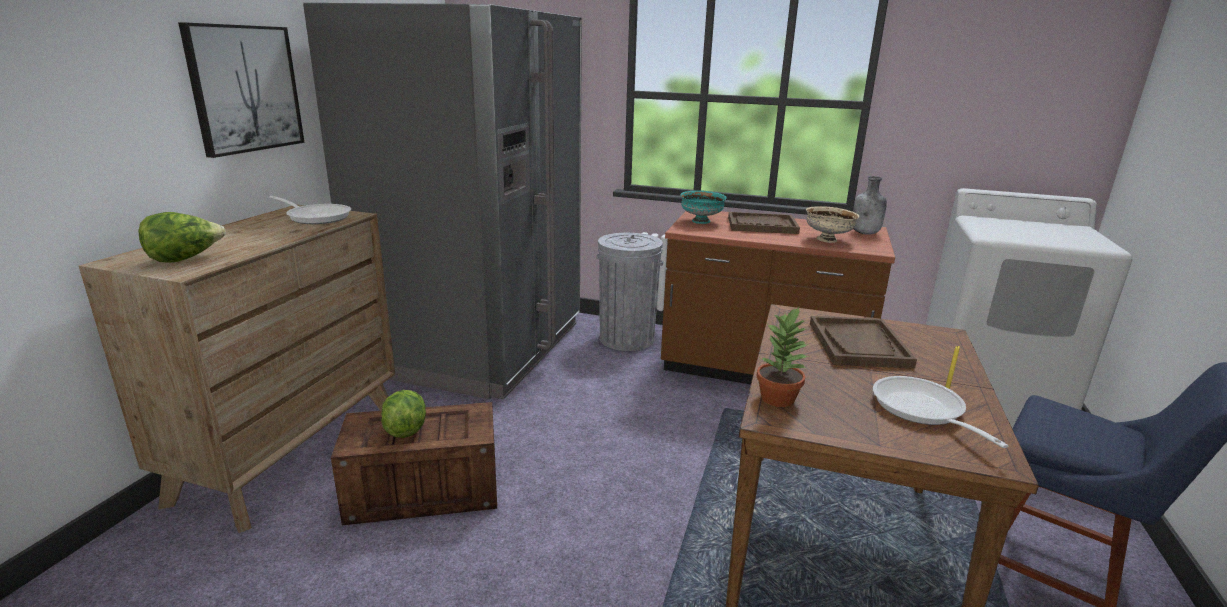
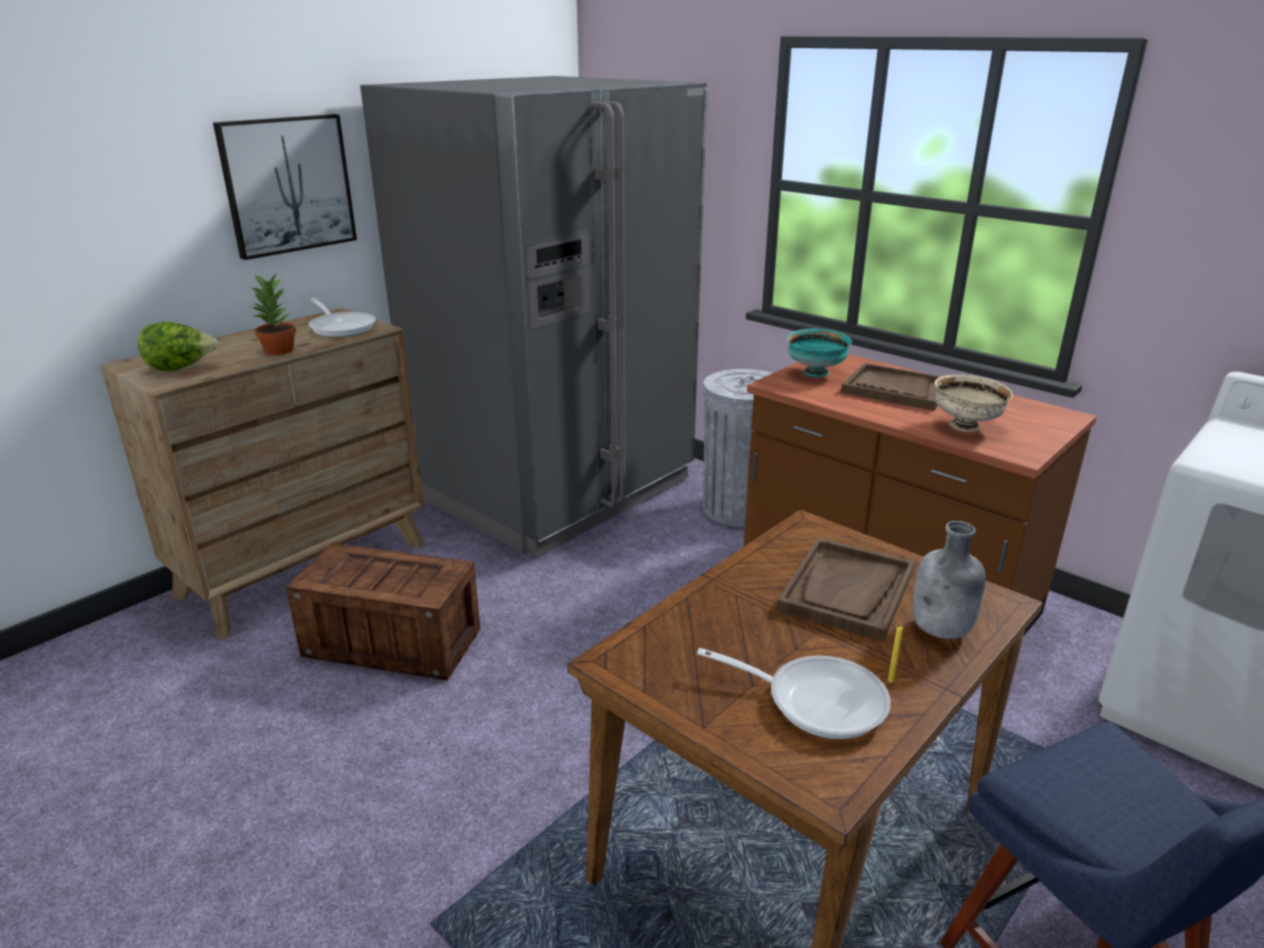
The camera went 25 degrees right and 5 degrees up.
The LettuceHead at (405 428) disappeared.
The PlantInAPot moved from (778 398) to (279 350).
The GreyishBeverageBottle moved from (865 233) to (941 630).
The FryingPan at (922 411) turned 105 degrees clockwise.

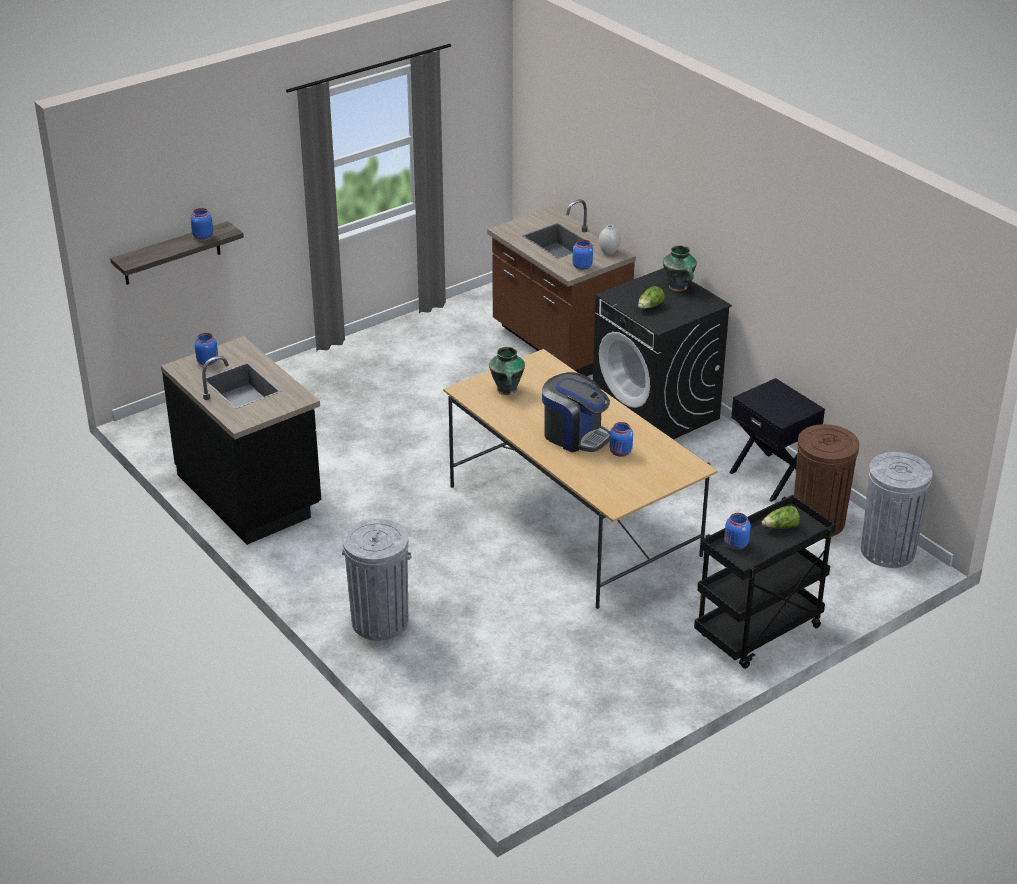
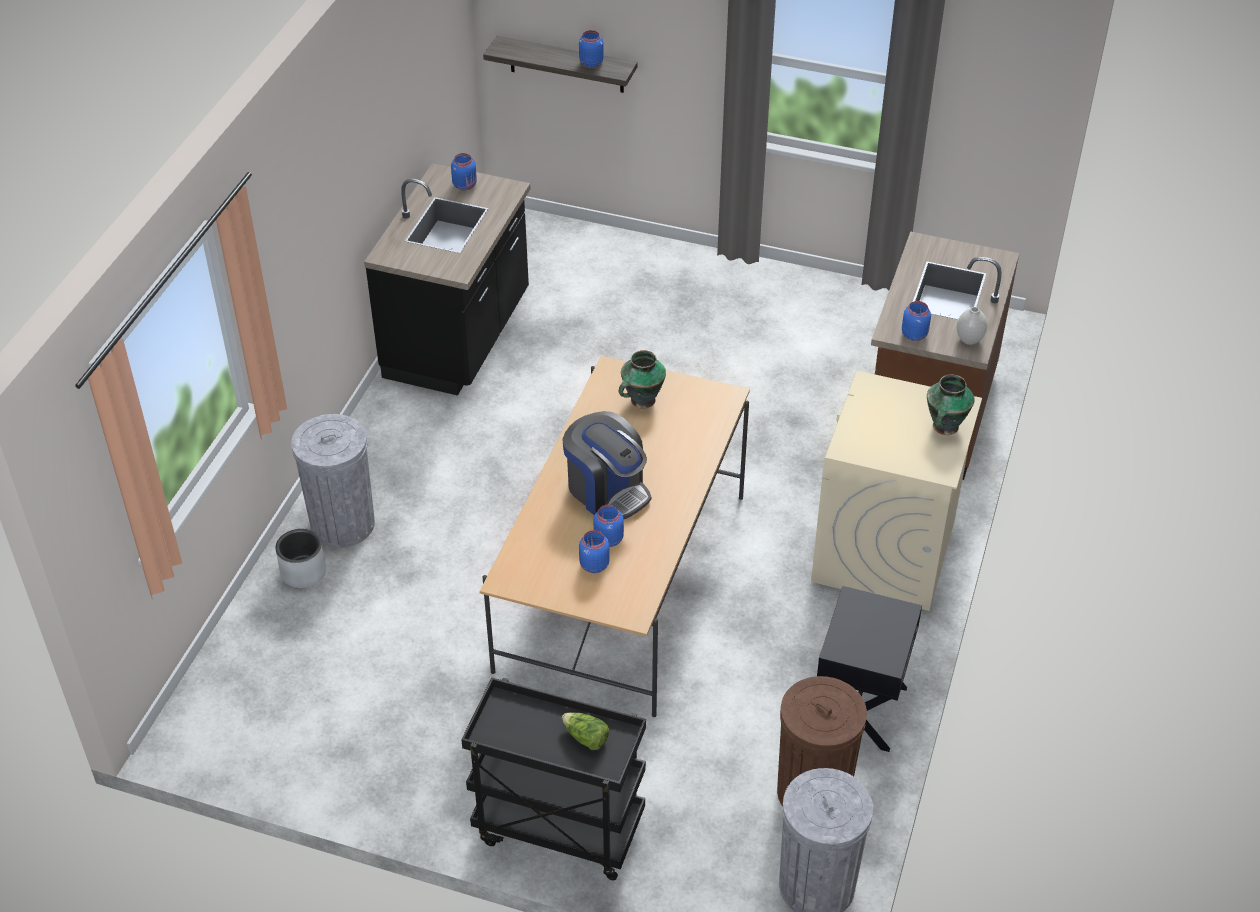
The camera went 55 degrees right and 10 degrees up.
The CoffeeMachine at (575 435) turned 45 degrees counterclockwise.
The BlackWashingMachine at (656 412) became the BeigeColouredWashingMachine at (884 552).
The LettuceHead at (650 307) disappeared.
The BlueColouredStorageJar moved from (735 545) to (593 565).
The GreyishFlowerPot at (303 572) appeared.

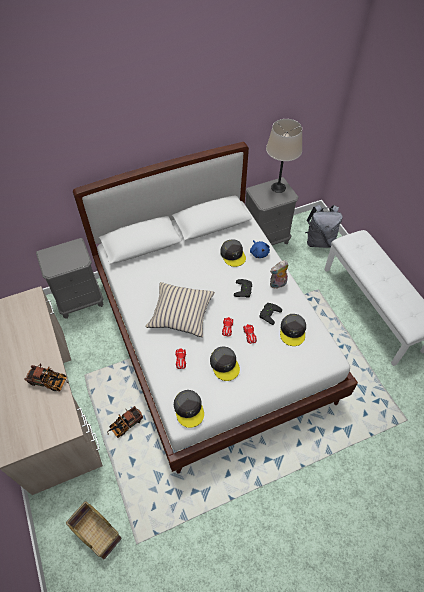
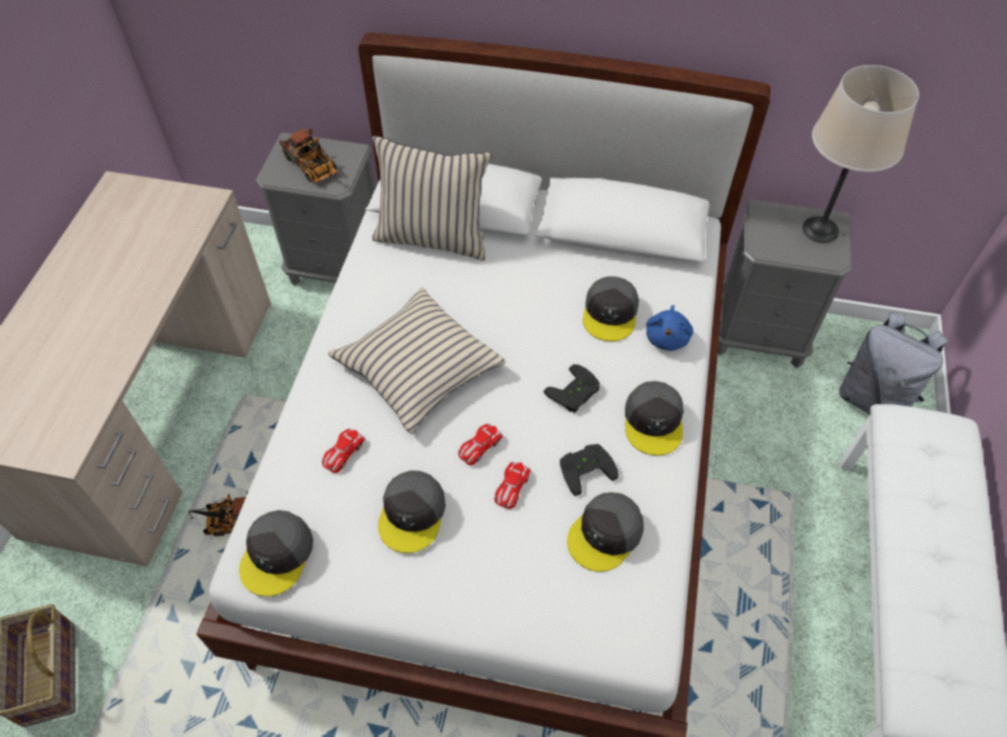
The camera went 35 degrees right and 0 degrees up.
The ModelTruck moved from (50 382) to (312 168).
The PlushToy at (278 284) was replaced by the GreyishCap at (654 421).
The BeigeColouredThrowPillow at (433 237) appeared.

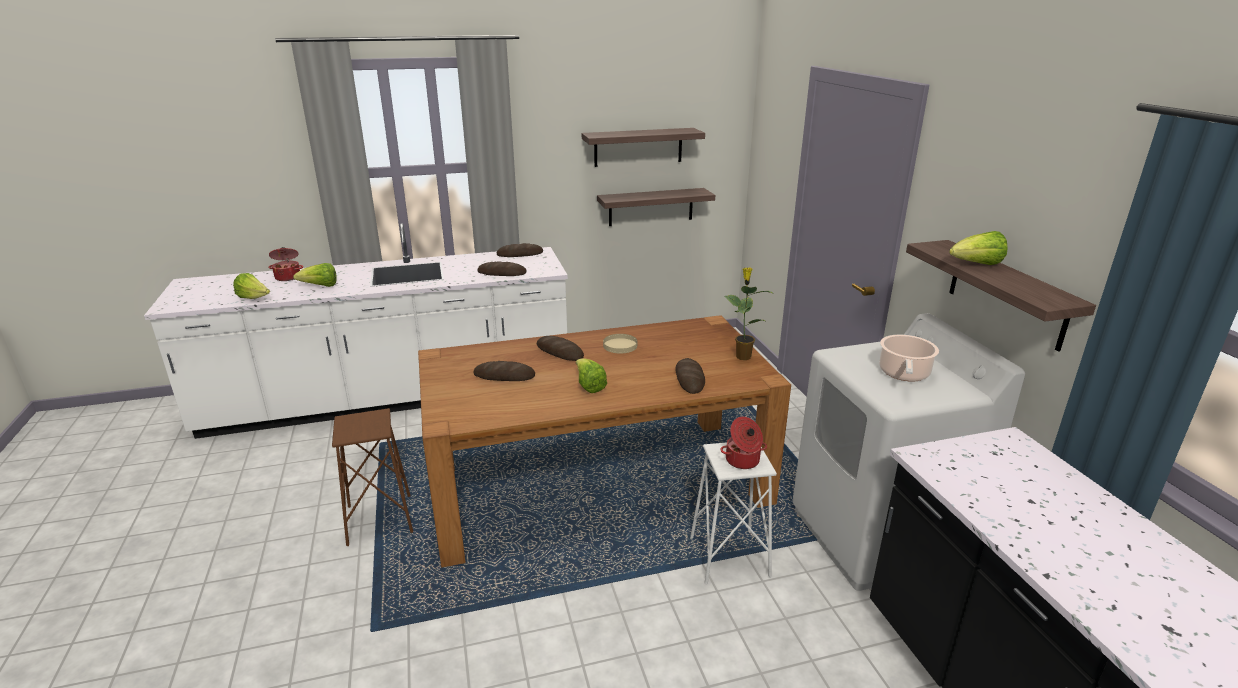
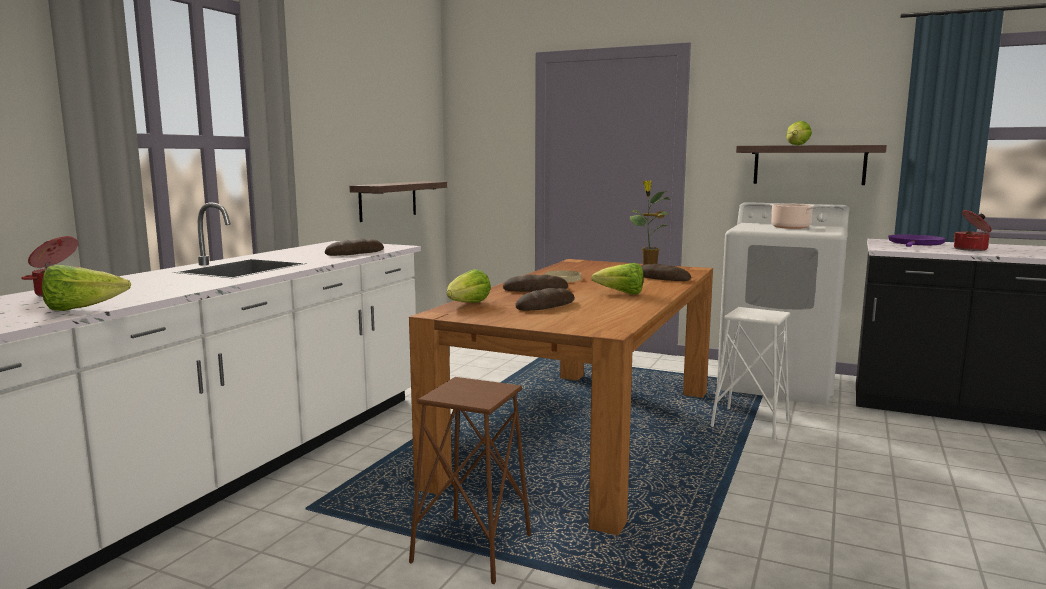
The camera went 50 degrees left and 15 degrees down.
The LettuceHead moved from (320 286) to (468 304).
The BakeryBread at (520 254) disappeared.
The WallShelf at (638 147) disappeared.
The Saucepot moved from (742 461) to (971 249).
The PurplishFryingPan at (915 244) appeared.

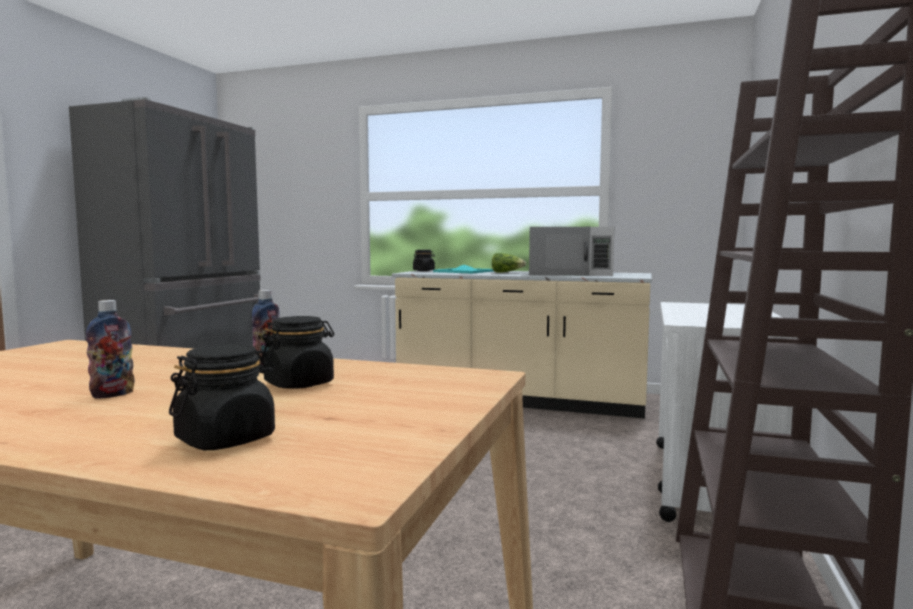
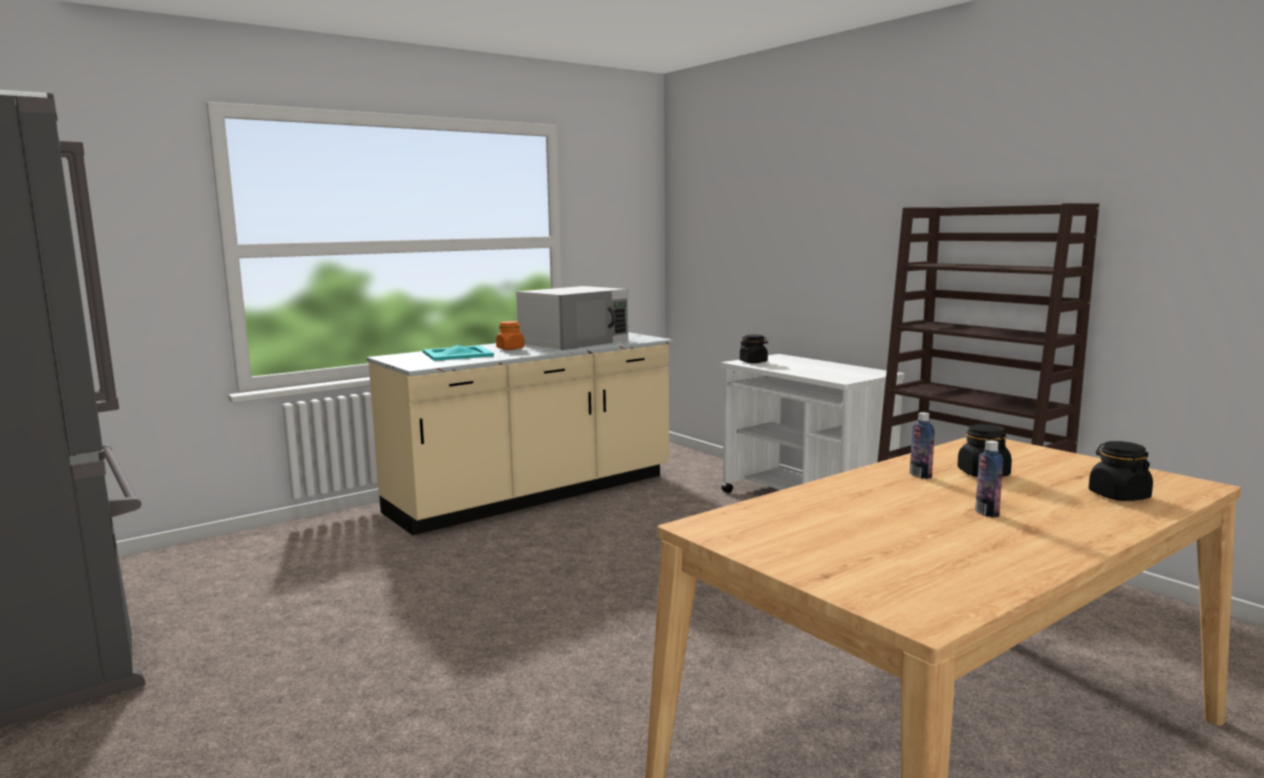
The camera went 55 degrees left and 5 degrees up.
The BlackStorageJar moved from (424 270) to (753 362).
The LettuceHead at (506 272) was replaced by the OrangeStorageJar at (510 349).

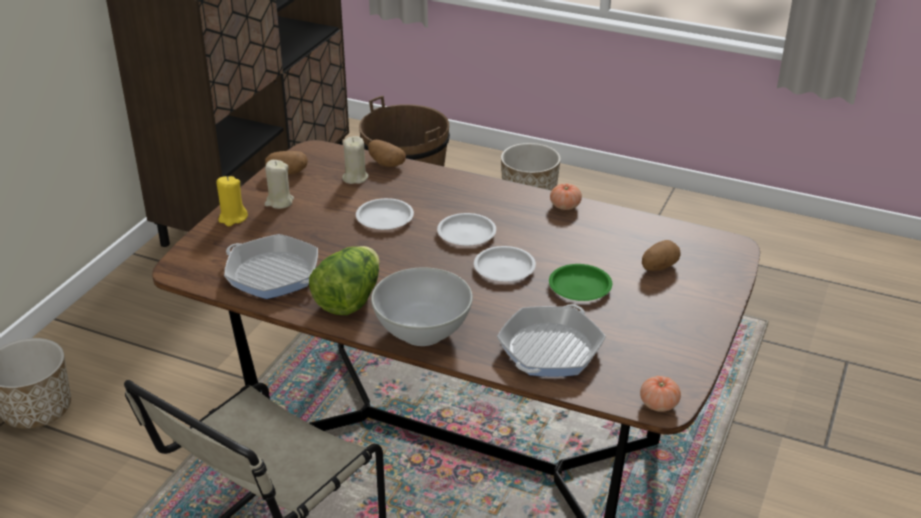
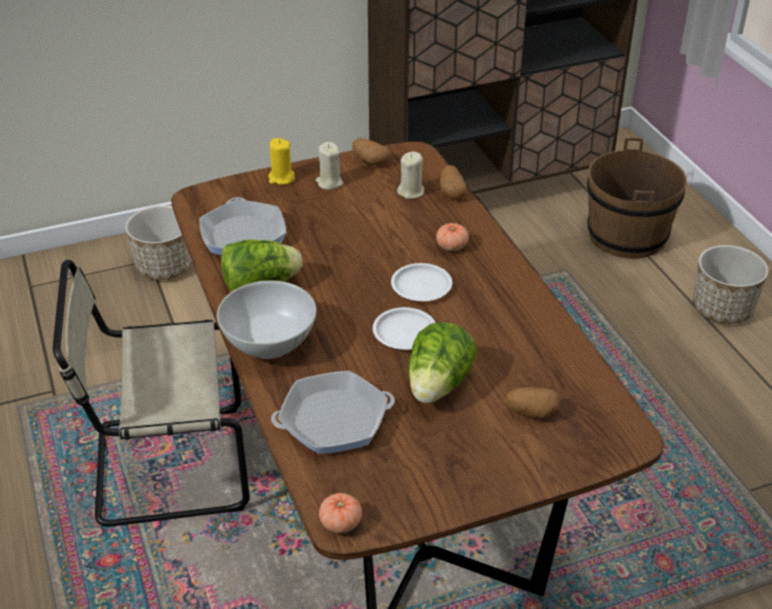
The camera went 45 degrees right and 5 degrees up.
The WhitishFlatDish at (384 218) disappeared.
The GreenFlatDish at (580 286) was replaced by the LettuceHead at (438 386).
The FreshTomato moved from (565 206) to (451 246).

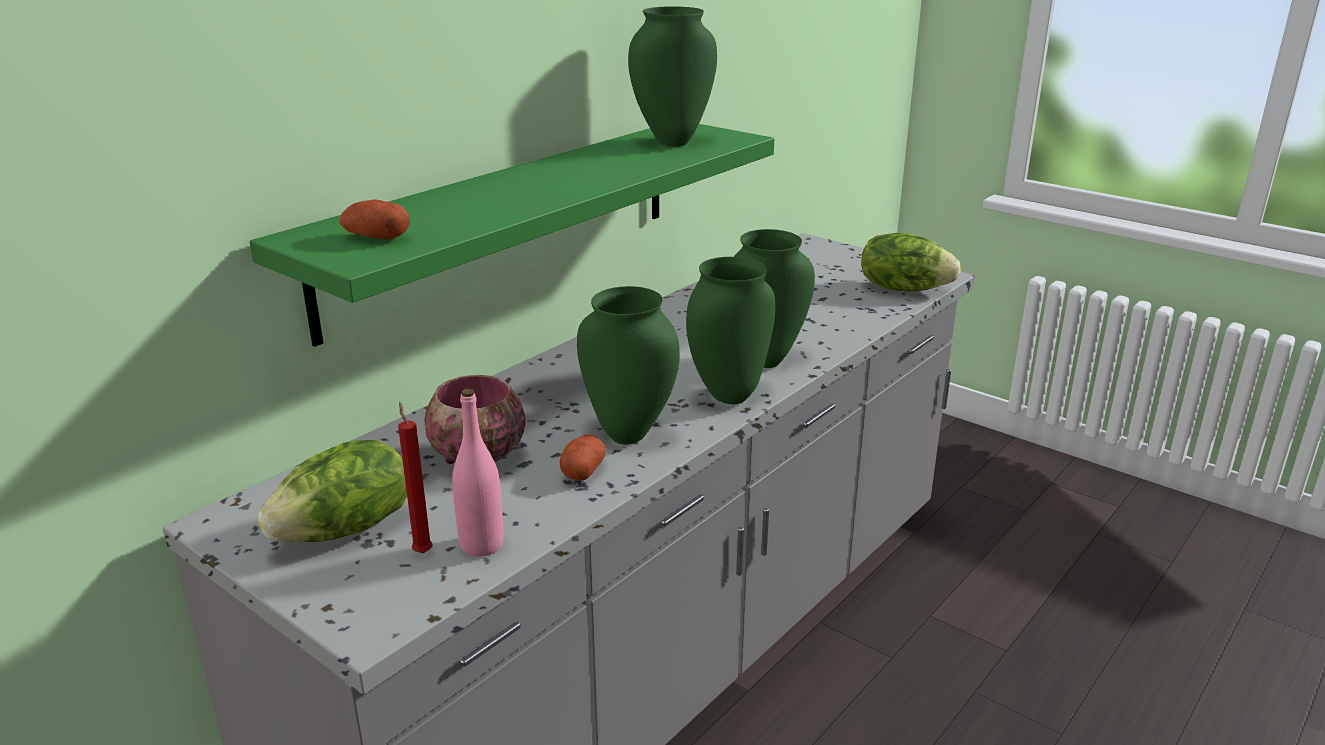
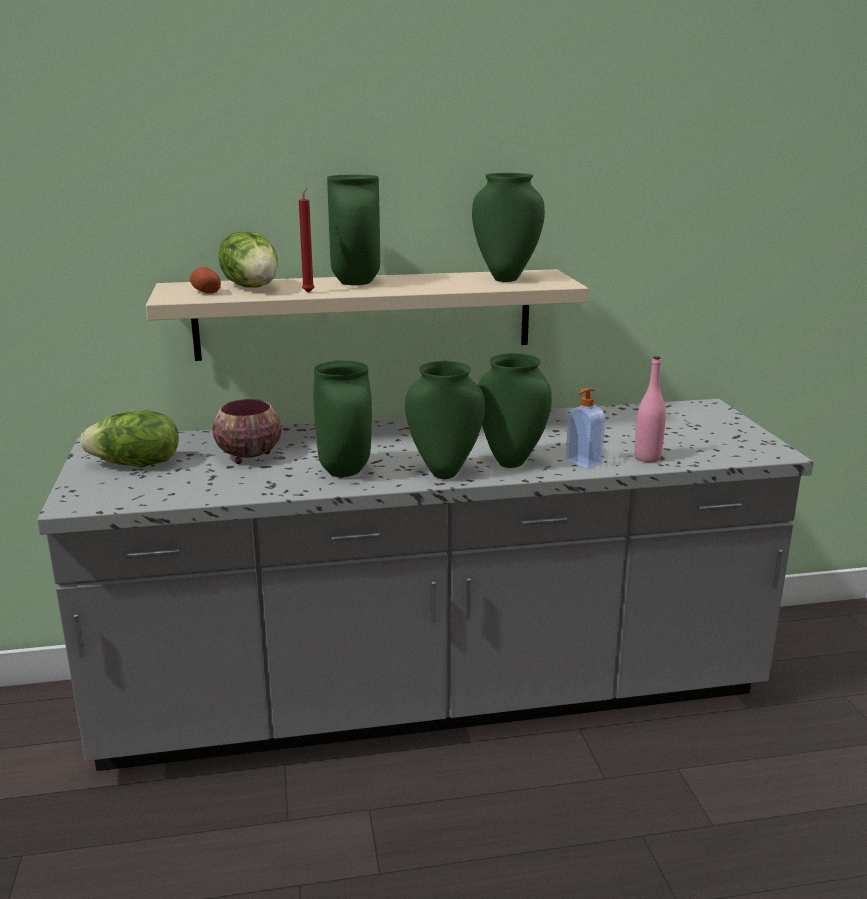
The camera went 40 degrees right and 5 degrees down.
The GreenWallShelf at (507 221) became the BeigeColouredWallShelf at (365 314).
The ReddishWaxLight moved from (422 551) to (309 292).
The PinkBeverageBottle moved from (482 545) to (647 458).
The Potato at (583 470) disappeared.
The LettuceHead moved from (903 288) to (253 287).
The GreenVase at (354 283) appeared.
The LiquidSoapBottle at (582 463) appeared.

